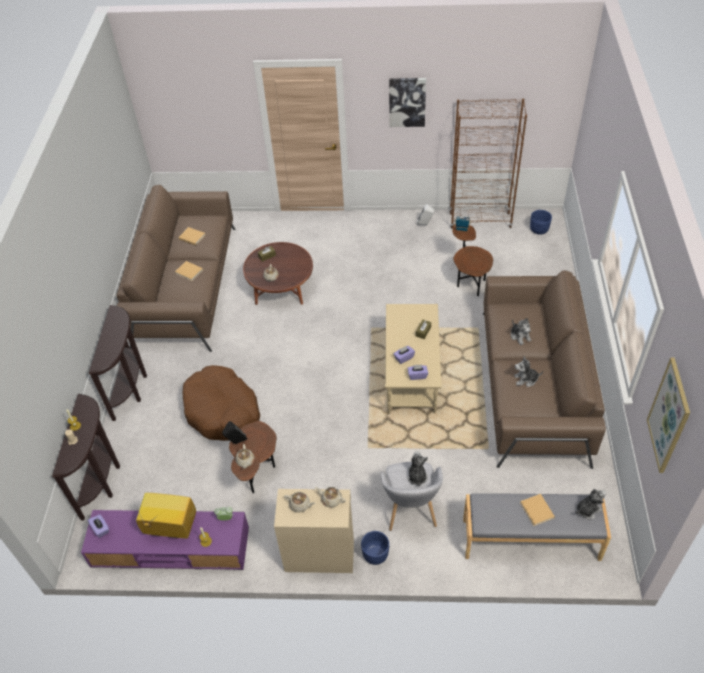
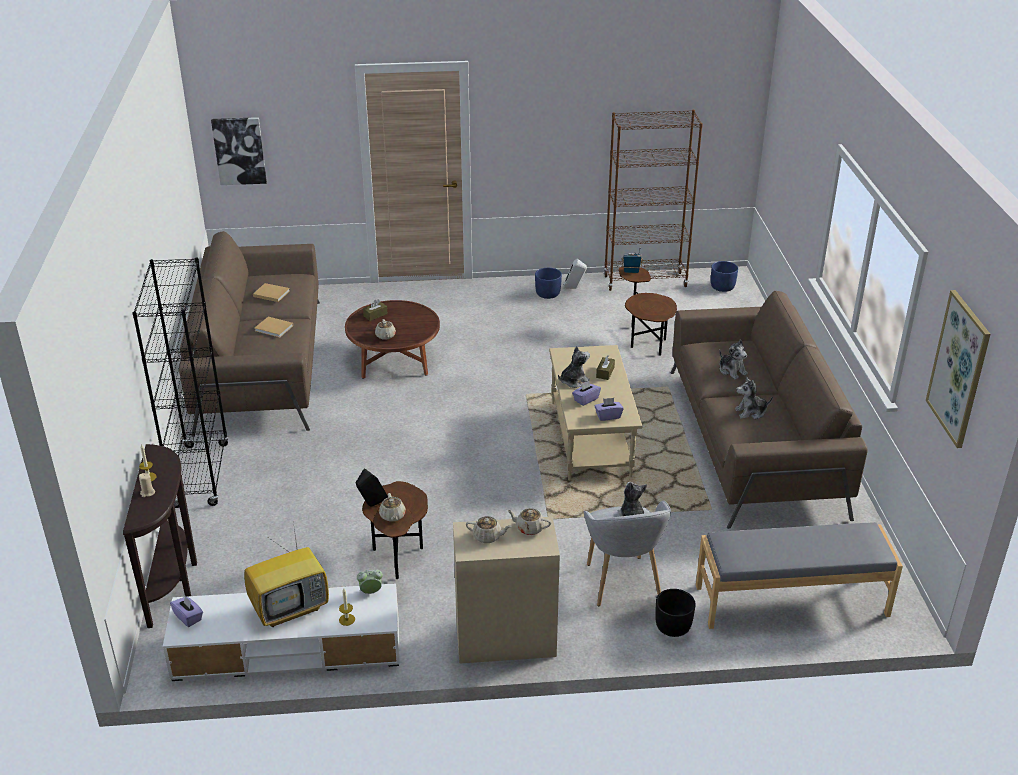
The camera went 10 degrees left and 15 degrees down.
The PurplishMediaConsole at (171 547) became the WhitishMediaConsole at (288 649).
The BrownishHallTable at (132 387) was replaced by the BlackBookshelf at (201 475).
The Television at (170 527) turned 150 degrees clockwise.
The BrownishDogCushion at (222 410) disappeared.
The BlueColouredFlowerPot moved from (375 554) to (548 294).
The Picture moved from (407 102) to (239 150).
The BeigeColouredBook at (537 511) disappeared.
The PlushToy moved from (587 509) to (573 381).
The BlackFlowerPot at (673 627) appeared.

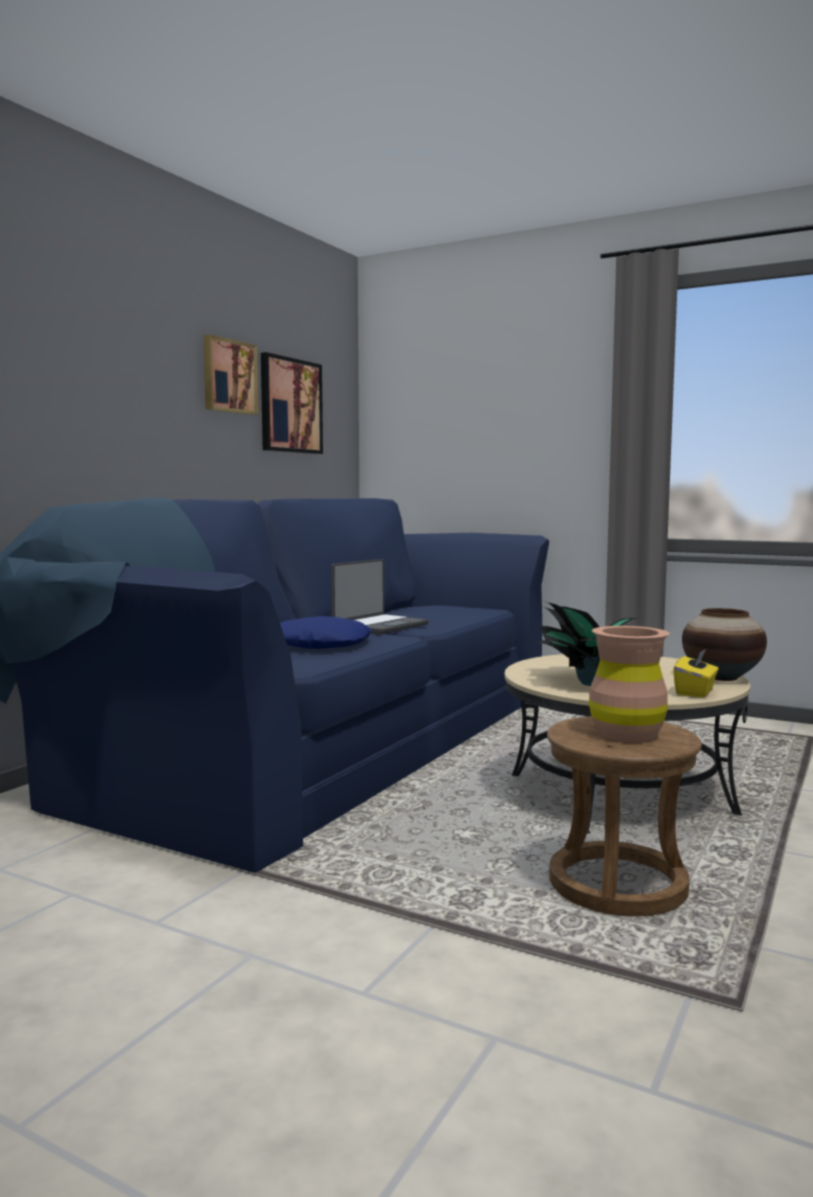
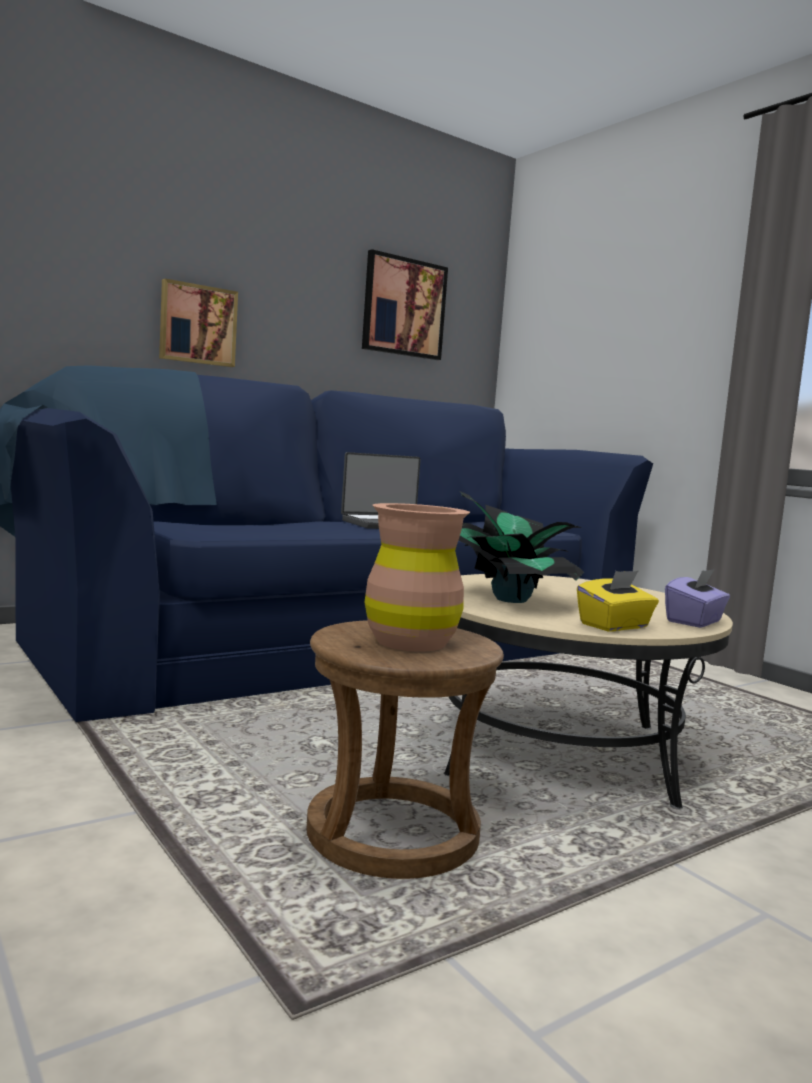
The camera went 25 degrees right and 0 degrees up.
The Picture moved from (228 376) to (197 324).
The BlueColouredThrowPillow at (320 645) disappeared.
The Vase at (721 677) was replaced by the PurplishBoxOfTissues at (695 622).

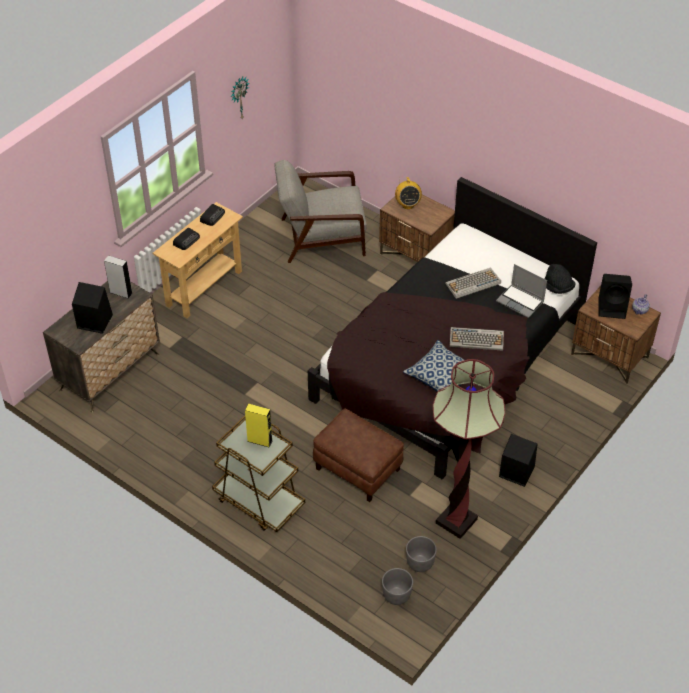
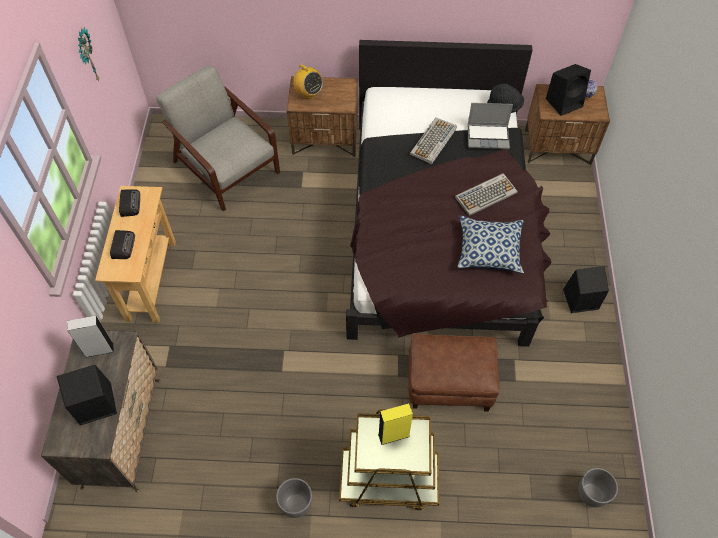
The camera went 35 degrees left and 10 degrees up.
The GreyishEasyChair at (321 237) turned 90 degrees clockwise.
The GreyishFlowerPot moved from (419 563) to (295 504).
The StandardLamp at (456 521) disappeared.

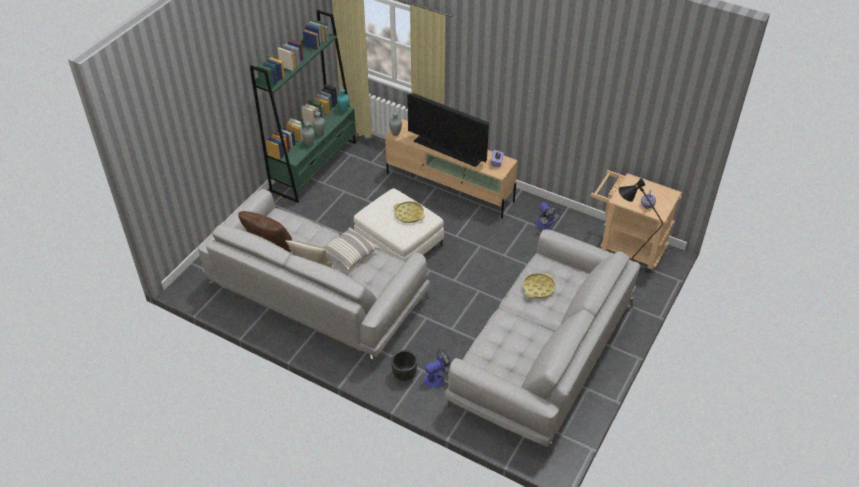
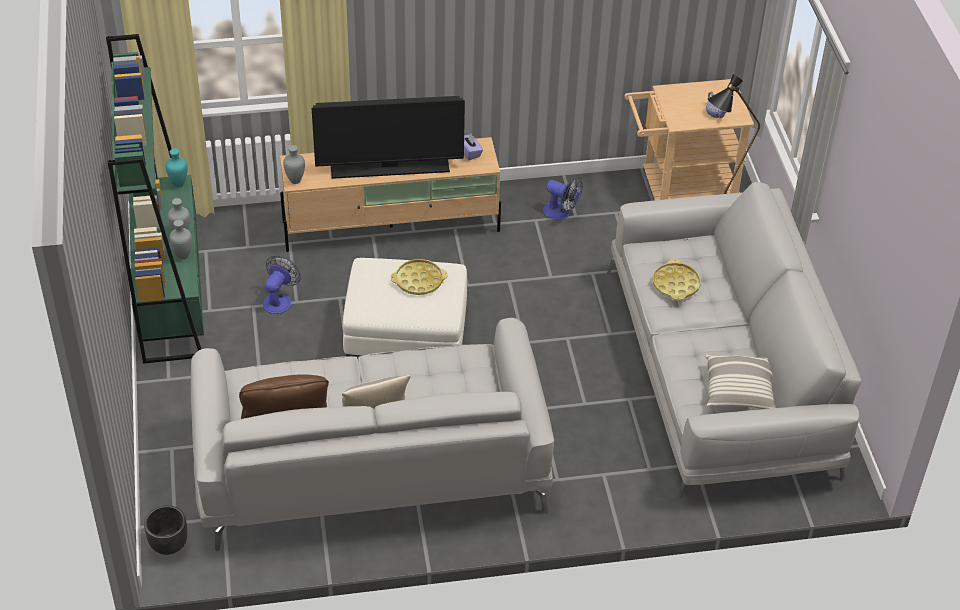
The camera went 40 degrees left and 0 degrees up.
The ThrowPillow moved from (350 254) to (739 391).
The BlackFlowerPot moved from (404 375) to (168 546).
The Fan moved from (437 378) to (279 300).

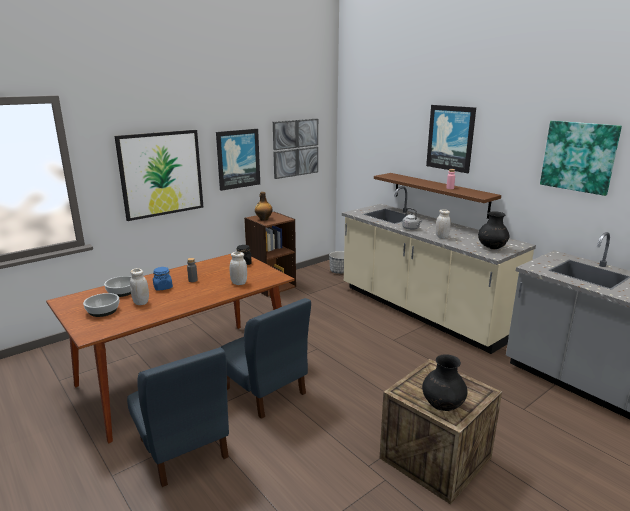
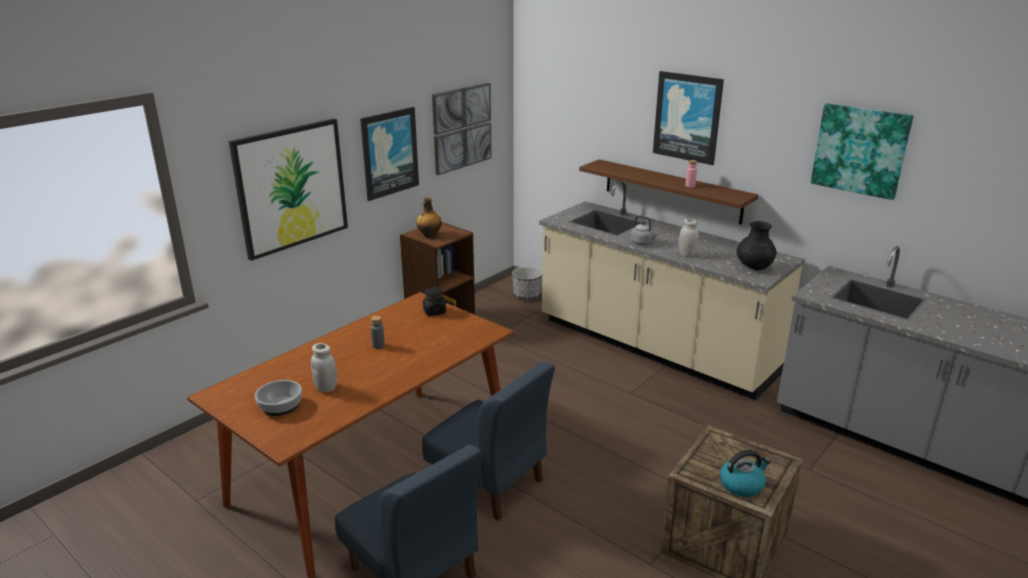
The camera went 10 degrees left and 5 degrees up.
The ServingBowl at (121 292) disappeared.
The BlueColouredStorageJar at (163 287) disappeared.
The WhitishStorageJar at (239 283) disappeared.
The BlackVase at (442 405) was replaced by the Kettle at (742 485).

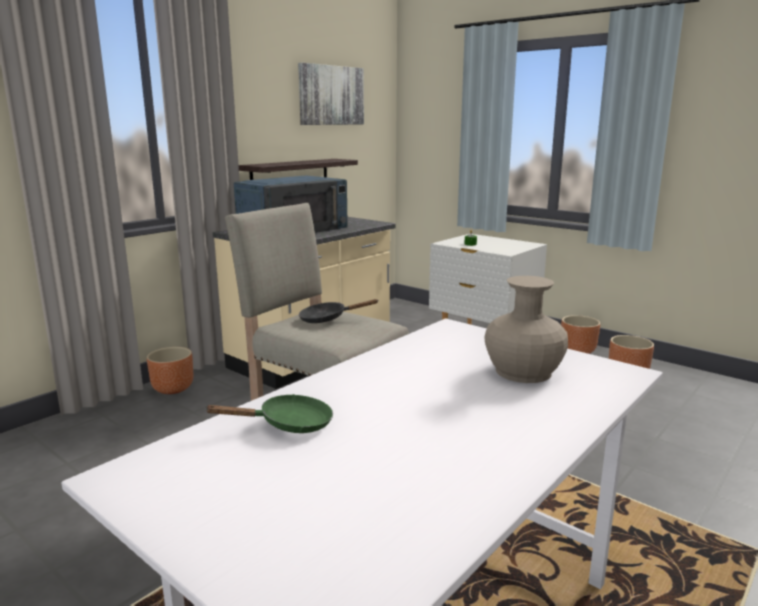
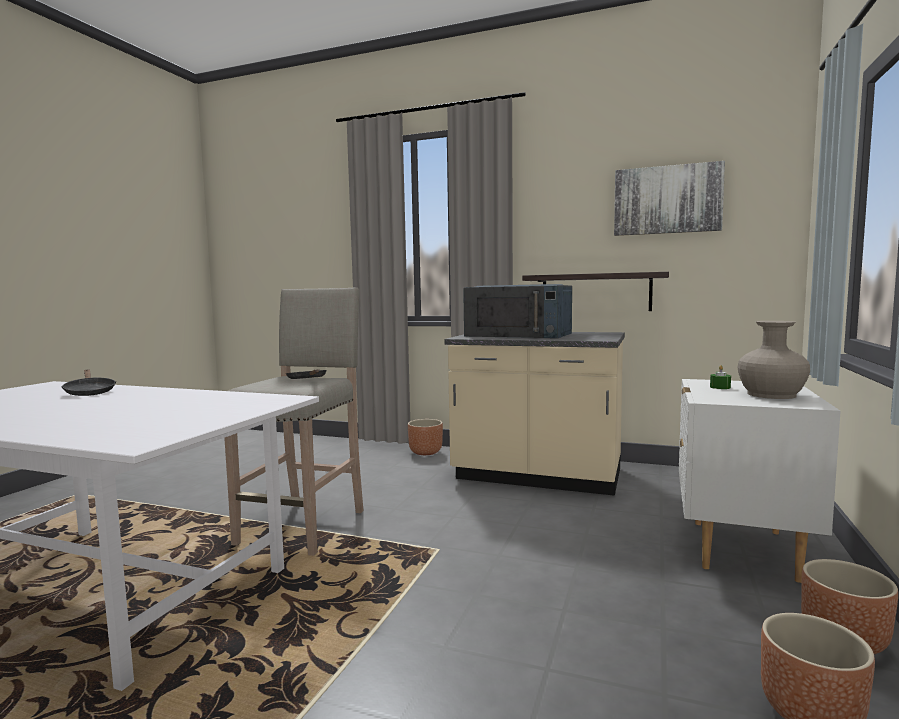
The camera went 70 degrees right and 10 degrees down.
The GreenFryingPan at (288 424) became the BlackFryingPan at (89 392).
The BeigeColouredVase moved from (523 371) to (771 394).

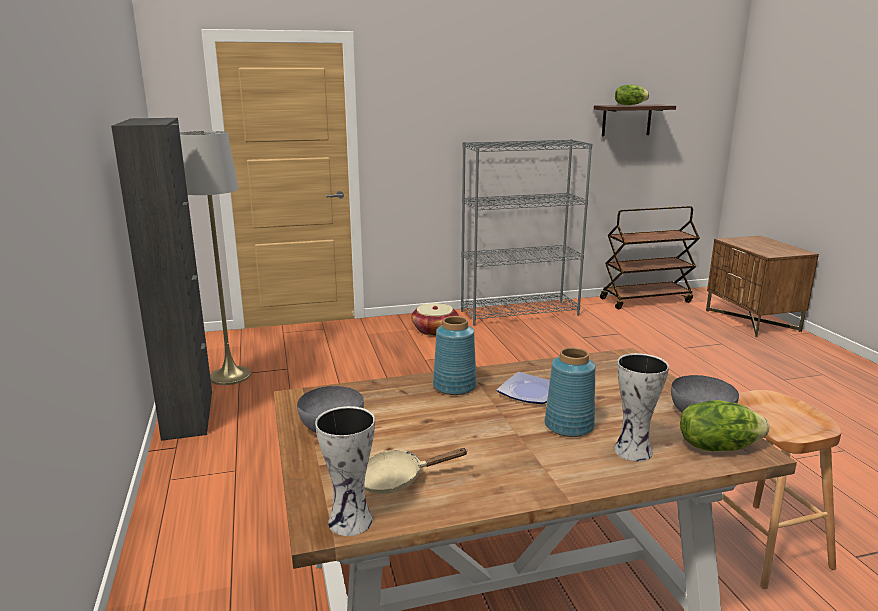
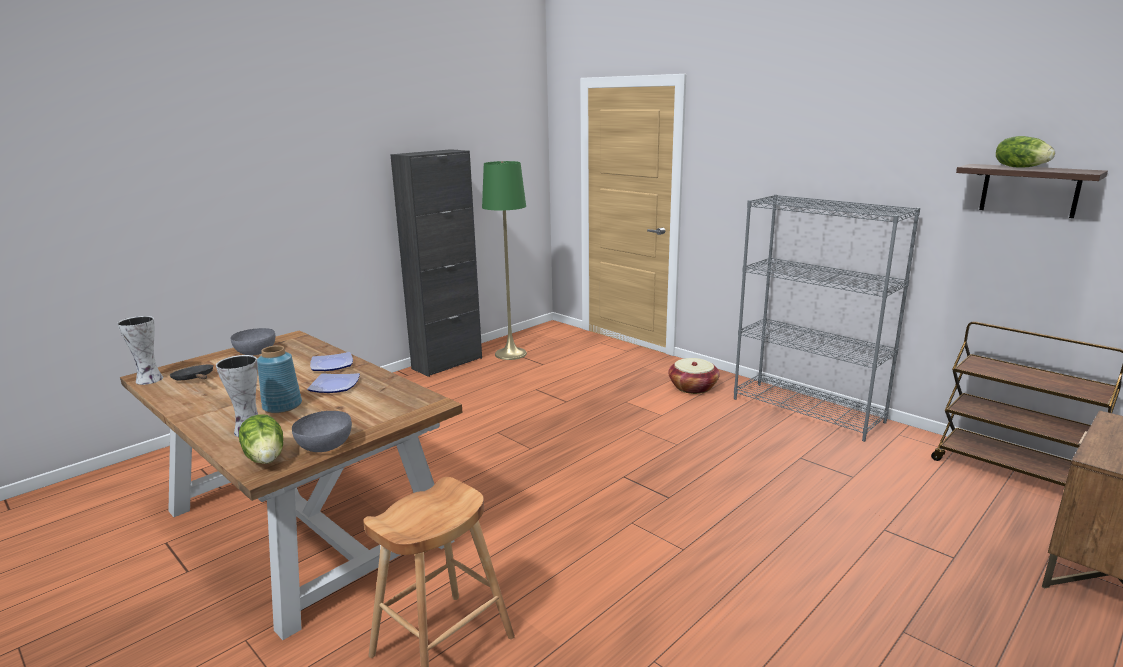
The camera went 60 degrees right and 0 degrees up.
The GreyishStandardLamp at (230 376) became the GreenStandardLamp at (510 354).
The BeigeColouredFryingPan at (397 479) became the BlackFryingPan at (195 379).
The BlueColouredVase at (455 387) was replaced by the FlatDish at (331 365).

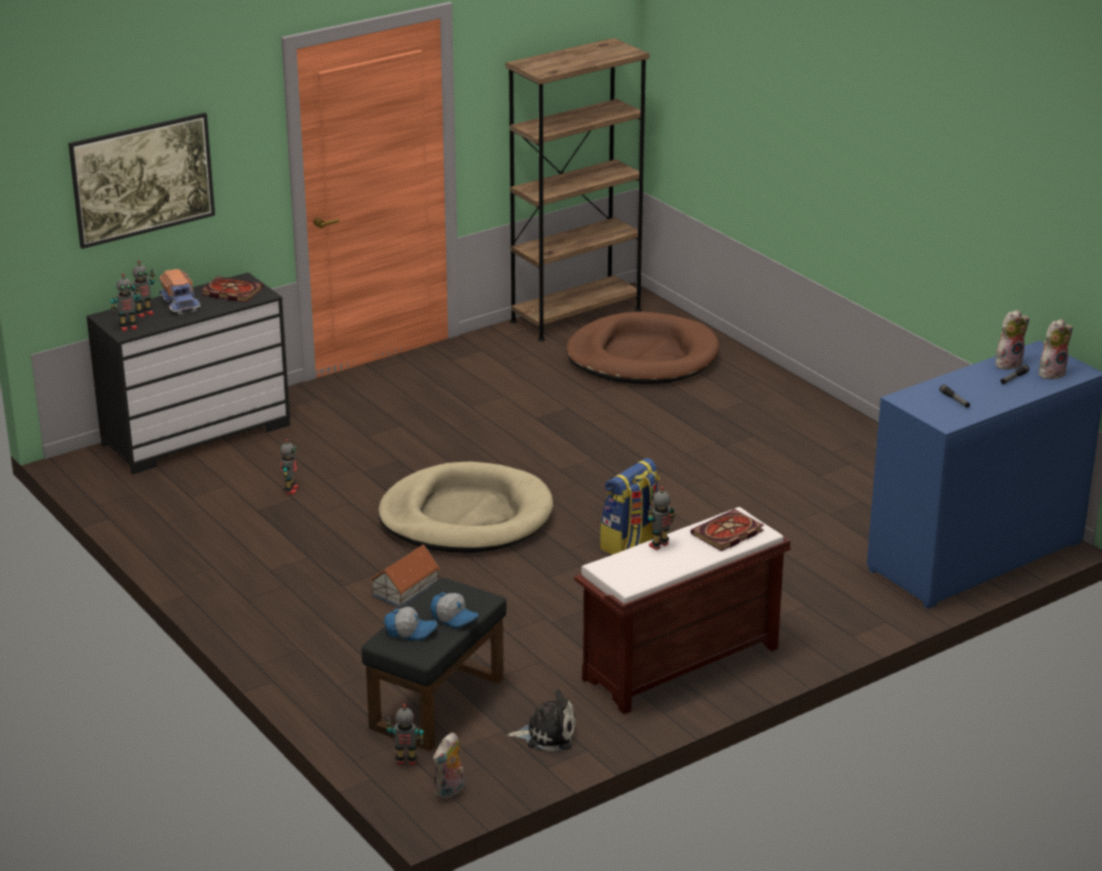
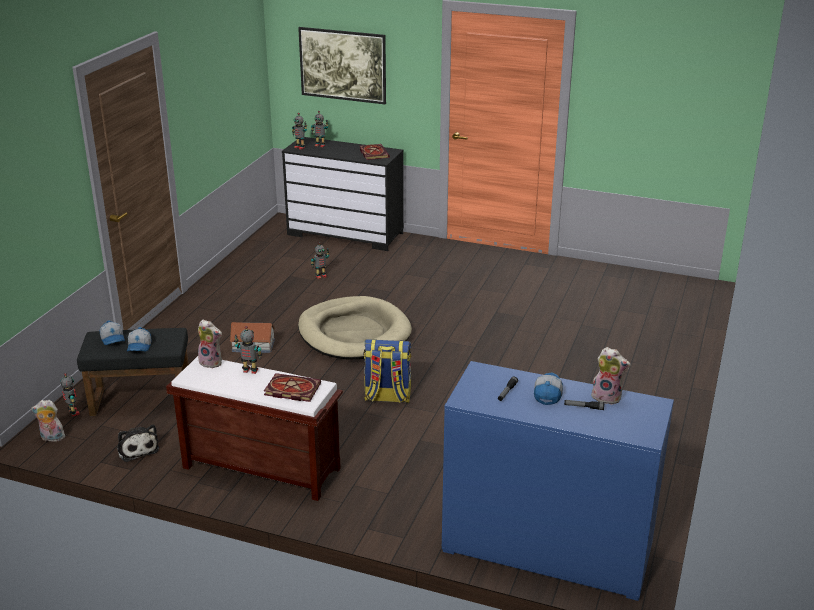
The camera went 55 degrees right and 0 degrees up.
The ModelTruck at (181 303) disappeared.
The BrownishBookshelf at (576 315) disappeared.
The BrownishDogCushion at (642 357) disappeared.
The PlushToy moved from (1051 373) to (212 362).
The Cap at (547 393) appeared.

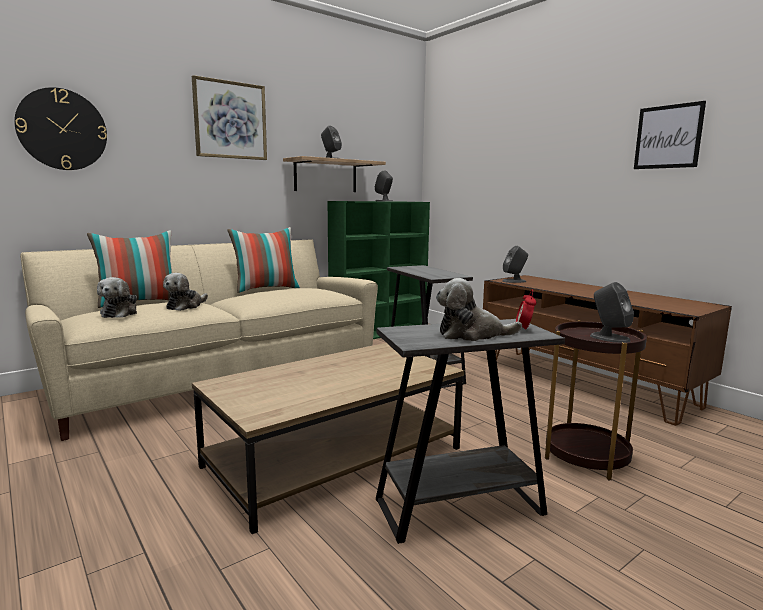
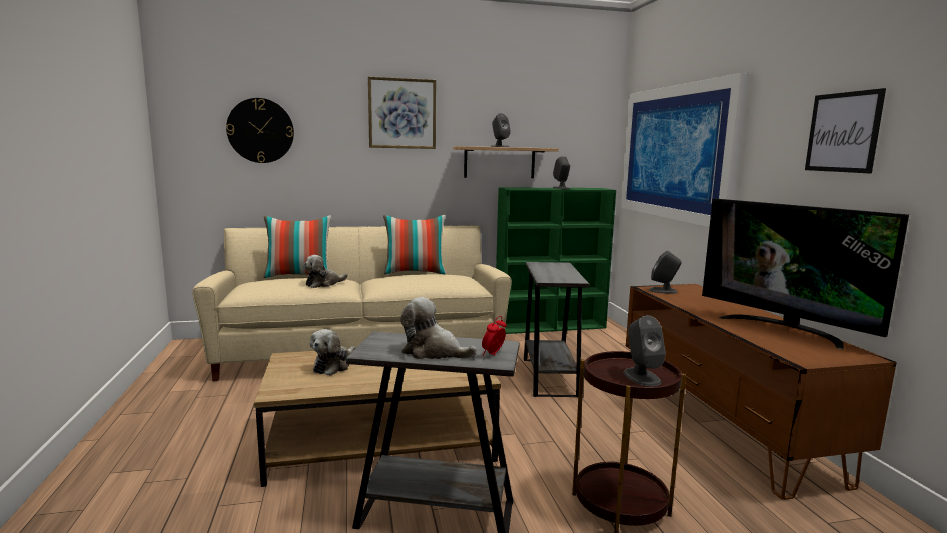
The camera went 25 degrees right and 0 degrees up.
The PlushToy moved from (120 313) to (333 366).
The Picture at (676 153) appeared.
The Television at (785 329) appeared.

